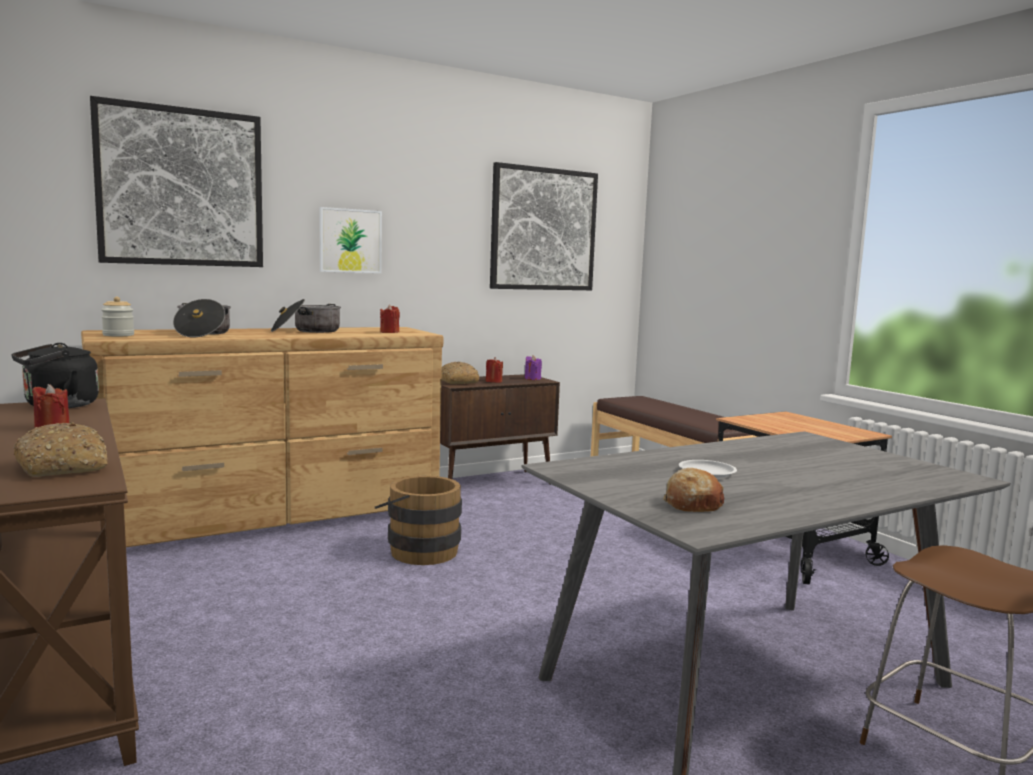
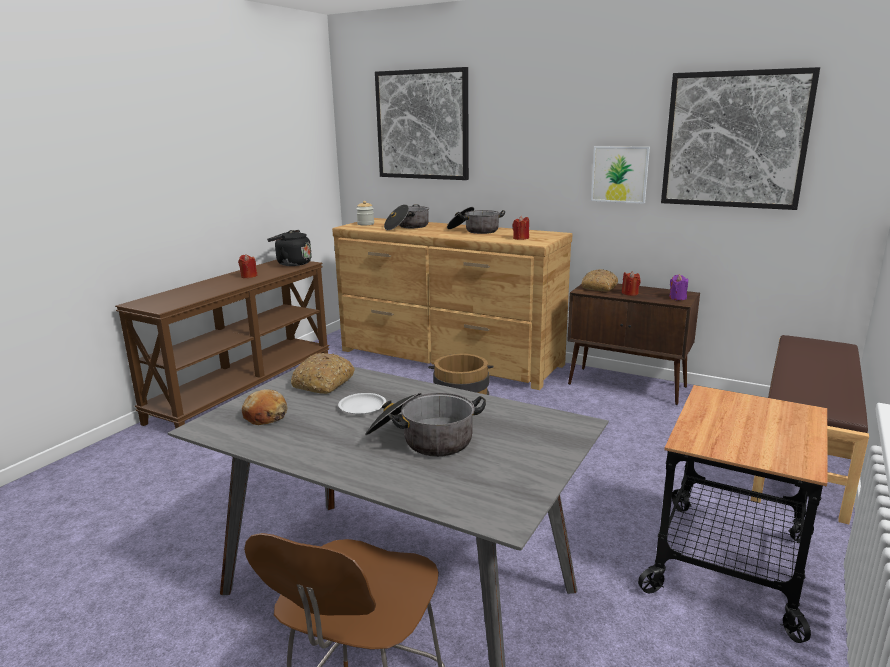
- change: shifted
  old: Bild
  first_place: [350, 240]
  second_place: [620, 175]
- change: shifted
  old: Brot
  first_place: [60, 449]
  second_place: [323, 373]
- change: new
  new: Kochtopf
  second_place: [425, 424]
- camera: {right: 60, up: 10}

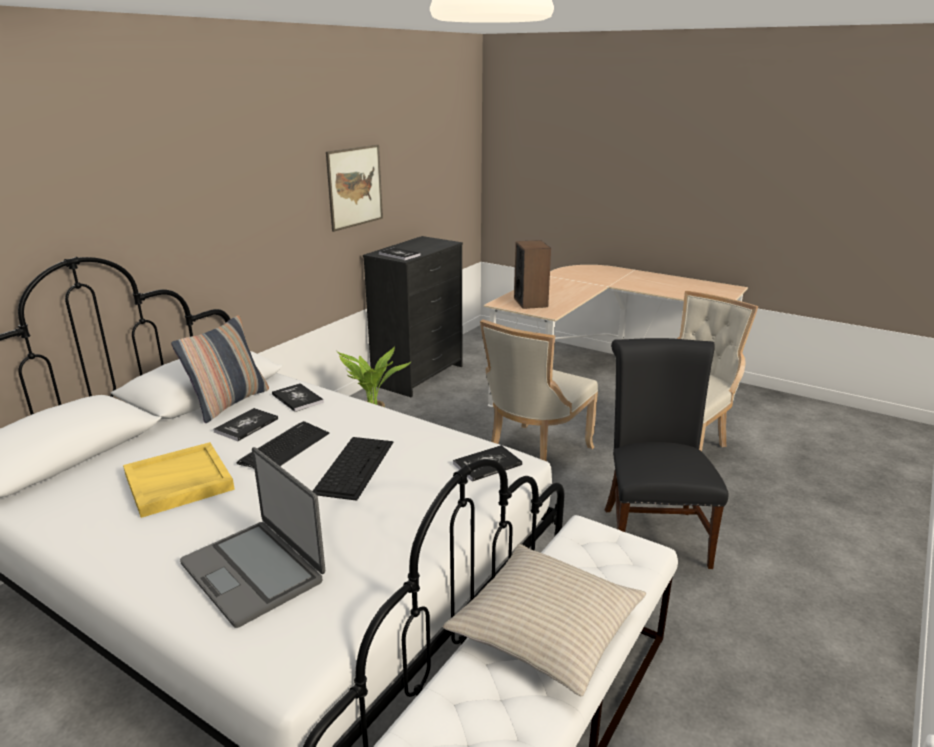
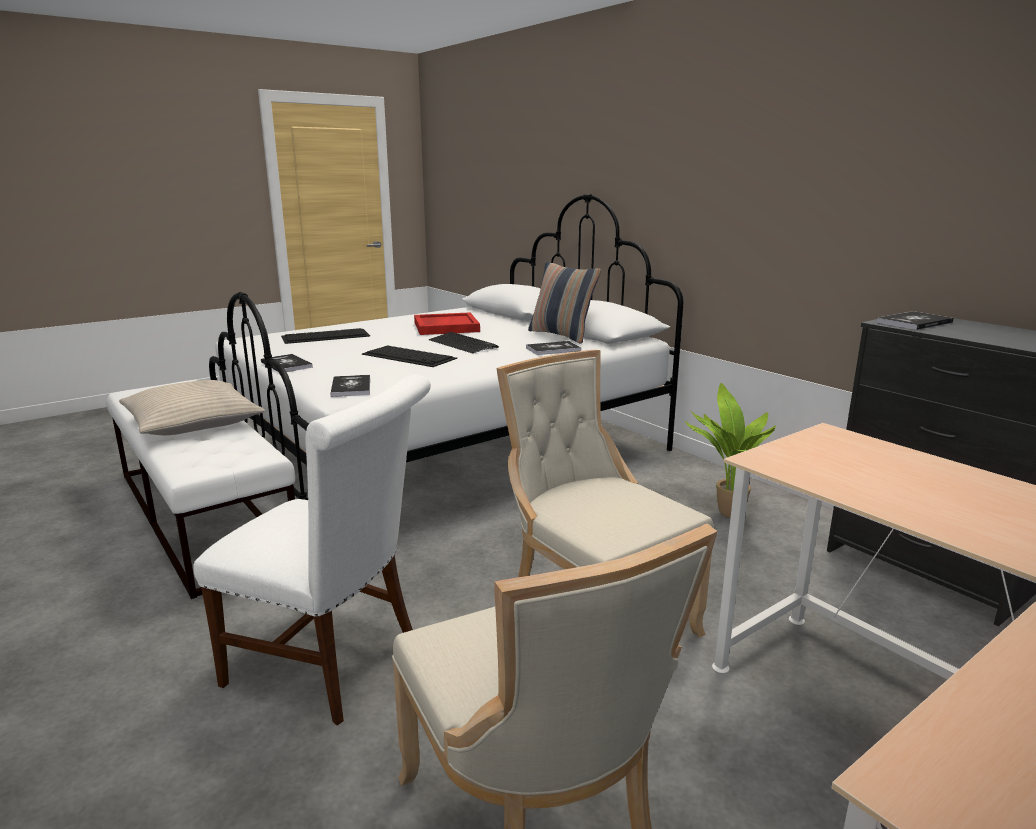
- change: gone
  old: Bild
  first_place: [354, 188]
- change: gone
  old: Lautsprecher
  first_place: [532, 274]
- change: repainted
  old: Stuhl (schwarz)
  new: Stuhl (weiß)
  first_place: [666, 453]
  second_place: [312, 549]
- change: shifted
  old: Buch
  first_place: [245, 424]
  second_place: [287, 363]
- change: repainted
  old: Tablett (gelb)
  new: Tablett (rot)
  first_place: [179, 480]
  second_place: [447, 323]
- change: swapped
  old: Laptop
  new: Tastatur
  first_place: [252, 537]
  second_place: [325, 336]
- camera: {right: 110, up: -5}

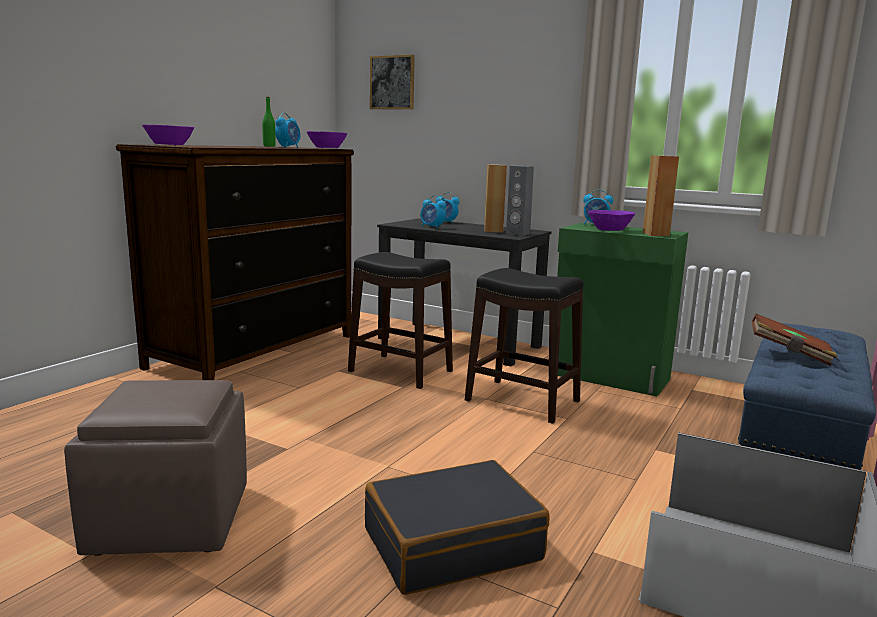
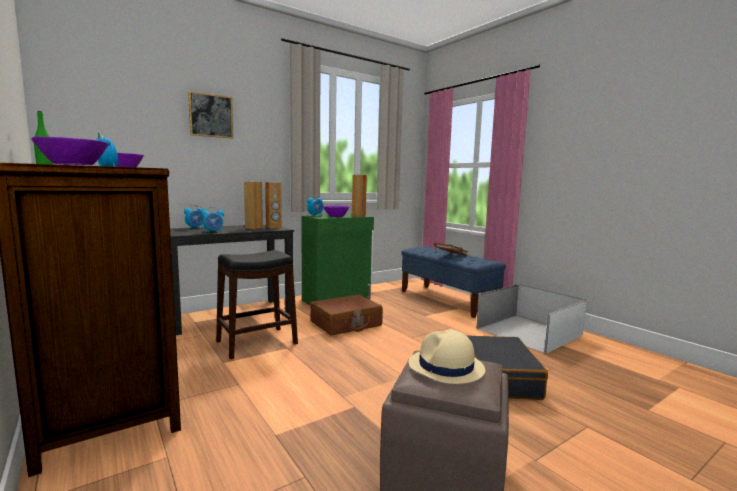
- change: shifted
  old: Bild
  first_place: [392, 82]
  second_place: [210, 115]
- change: repainted
  old: Lautsprecher (grau)
  new: Lautsprecher (braun)
  first_place: [520, 201]
  second_place: [273, 205]
- change: swapped
  old: Hocker (schwarz)
  new: Koffer (braun)
  first_place: [524, 346]
  second_place: [346, 315]
- change: new
  new: Hut (beige)
  second_place: [447, 356]
- camera: {right: -65, up: -5}

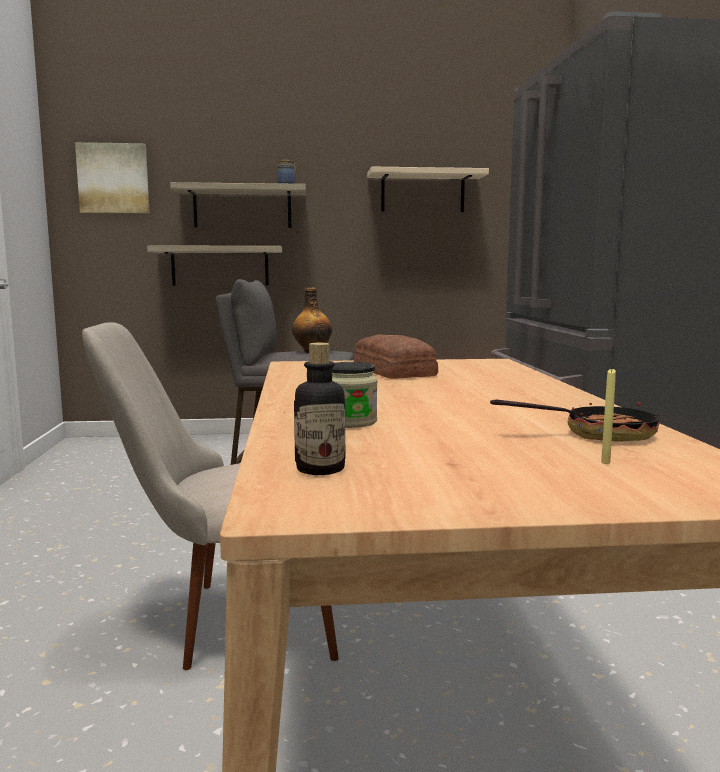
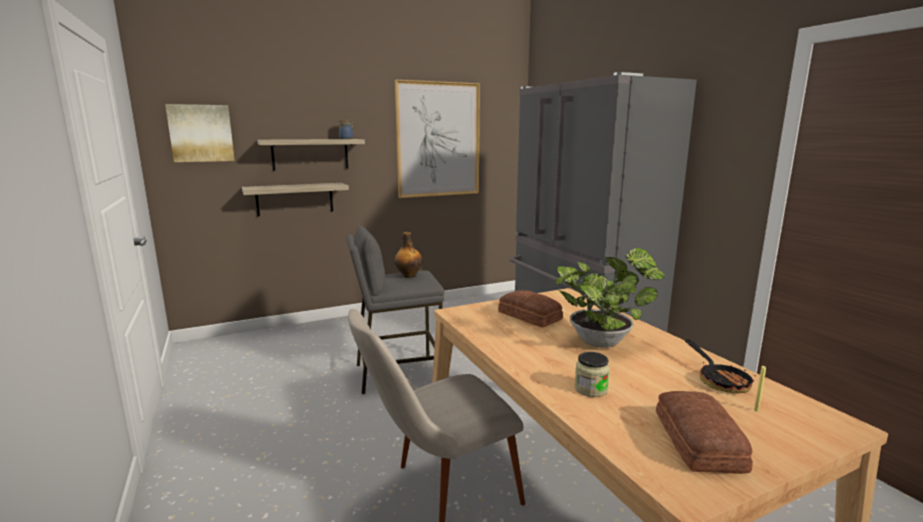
- change: swapped
  old: Wandregal (beige)
  new: Bild
  first_place: [428, 189]
  second_place: [437, 139]
- change: gone
  old: Flasche
  first_place: [319, 409]
- change: rotated
  old: Pfanne
  first_place: [574, 416]
  second_place: [720, 366]
  degrees: 105
- change: new
  new: Topfpflanze
  second_place: [610, 298]
- change: new
  new: Brot
  second_place: [704, 432]
- camera: {right: -20, up: 5}

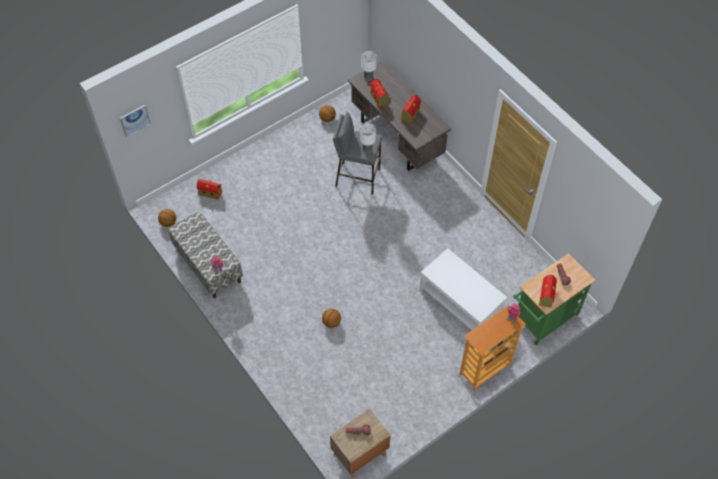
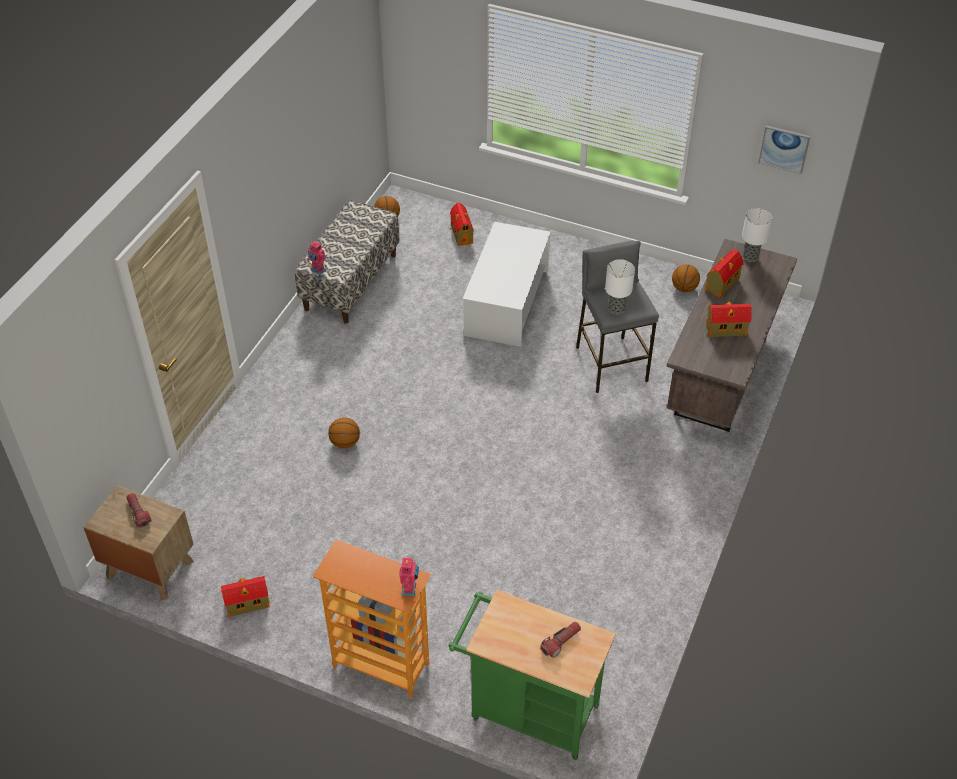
- change: shifted
  old: Bild
  first_place: [135, 121]
  second_place: [784, 149]
- change: shifted
  old: Couchtisch (weiß)
  first_place: [463, 289]
  second_place: [507, 284]
- change: shifted
  old: Spielzeughaus
  first_place: [548, 291]
  second_place: [245, 596]
- camera: {right: 60, up: -10}

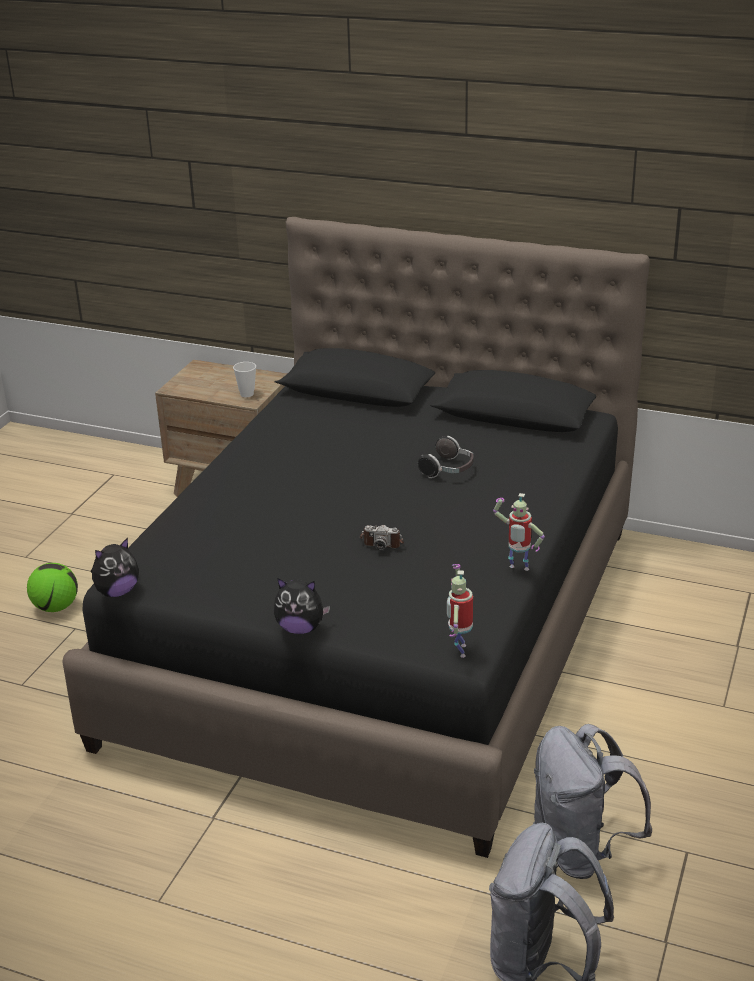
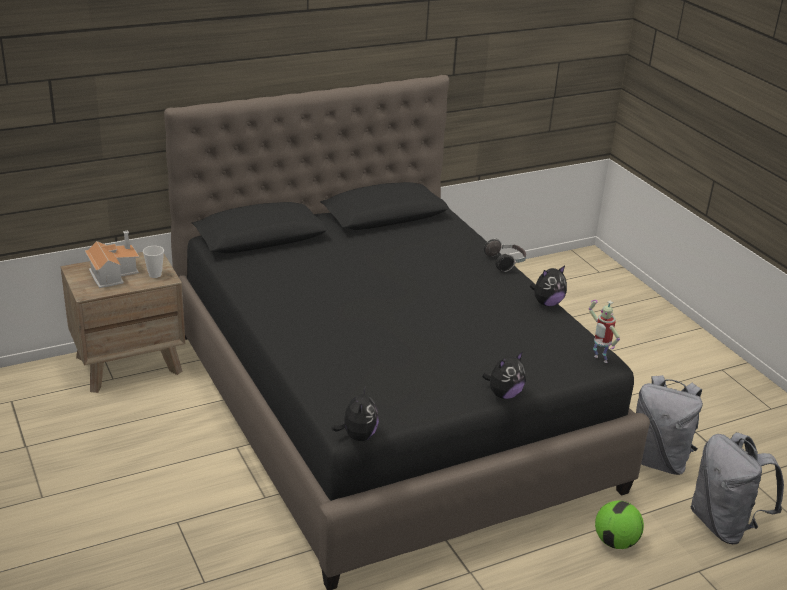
- change: shifted
  old: Kopfhörer
  first_place: [446, 457]
  second_place: [505, 255]
- change: swapped
  old: Spielzeugroboter
  new: Plüschtier
  first_place: [519, 532]
  second_place: [548, 286]
- change: gone
  old: Kamera
  first_place: [381, 537]
- change: shifted
  old: Fußball
  first_place: [52, 587]
  second_place: [619, 525]
- change: new
  new: Spielzeughaus
  second_place: [112, 259]
- camera: {right: -50, up: 0}

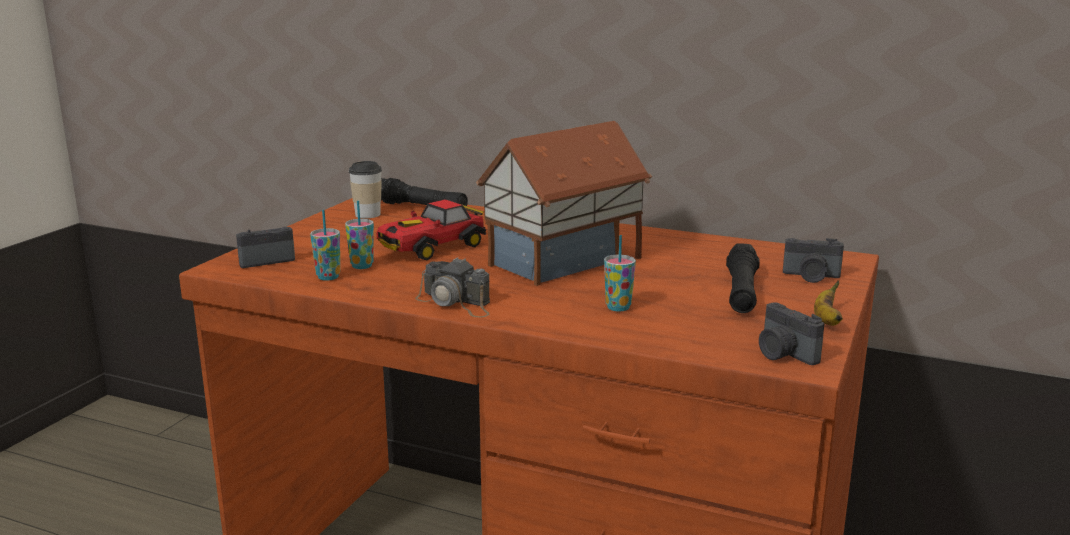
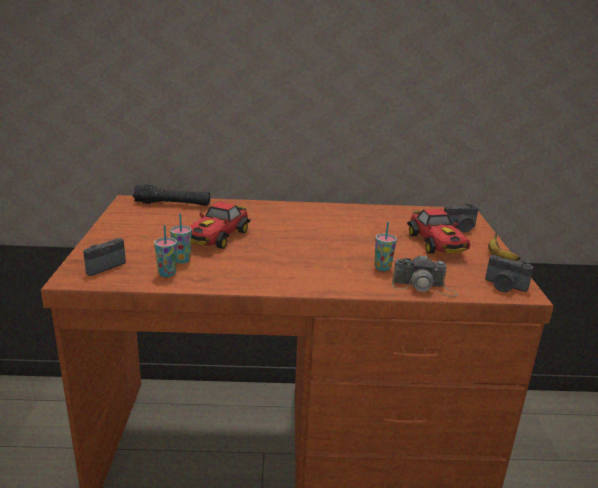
- change: gone
  old: Spielzeughaus
  first_place: [564, 203]
- change: gone
  old: Tasse
  first_place: [365, 189]
- change: swapped
  old: Taschenlampe (schwarz)
  new: Spielzeugauto
  first_place: [743, 278]
  second_place: [438, 231]
- change: shifted
  old: Kamera
  first_place: [452, 287]
  second_place: [424, 276]
- camera: {right: -25, up: 5}

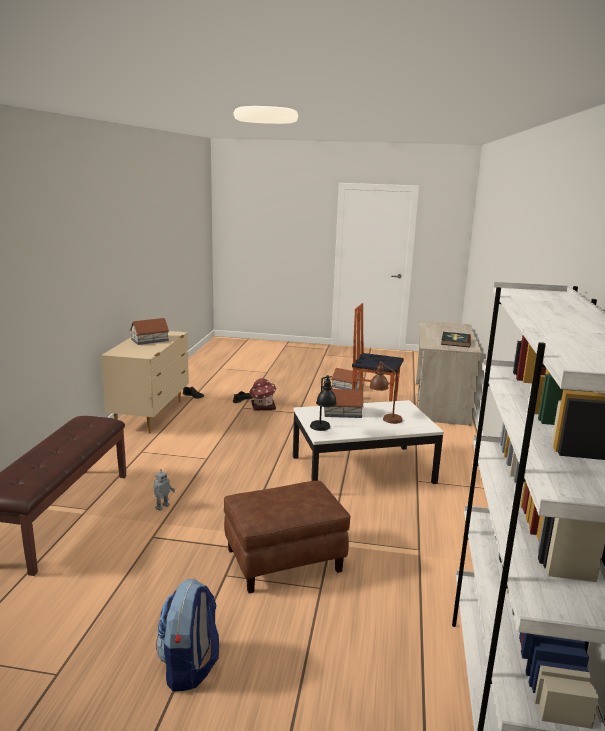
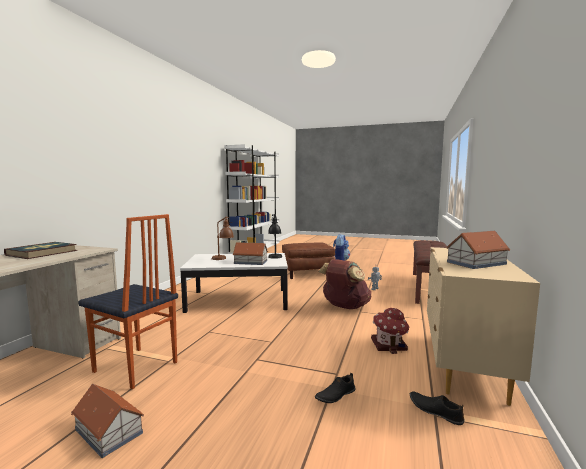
- change: shifted
  old: Spielzeughaus
  first_place: [263, 394]
  second_place: [390, 331]
- change: new
  new: Rucksack (braun)
  second_place: [345, 284]
- camera: {right: -170, up: -10}

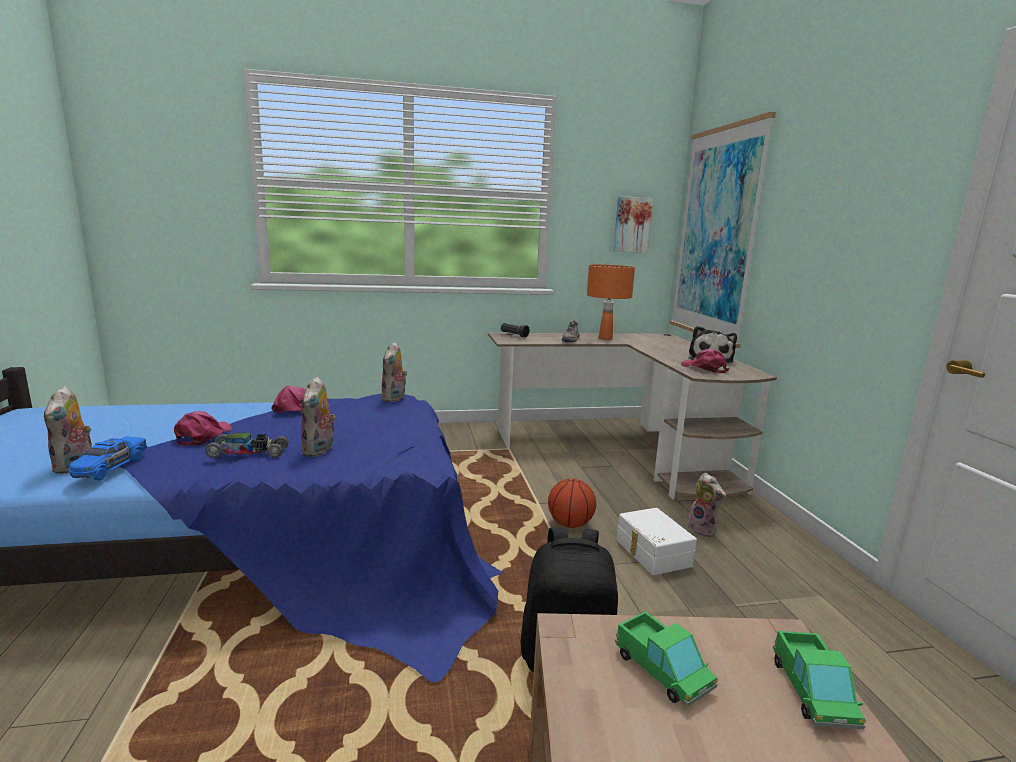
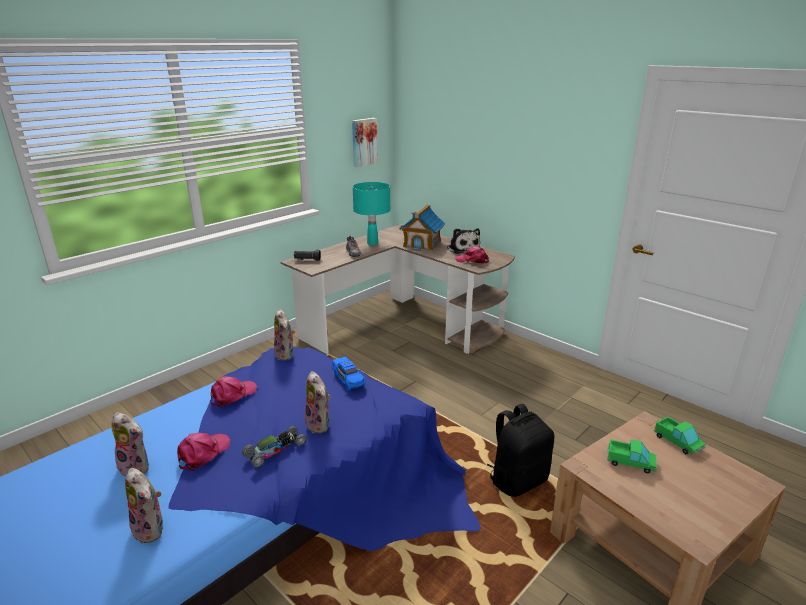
- change: gone
  old: Bild
  first_place: [723, 230]
- change: repainted
  old: Tischlampe (orange)
  new: Tischlampe (türkis)
  first_place: [611, 302]
  second_place: [371, 213]
- change: rotated
  old: Kappe (rosa)
  first_place: [203, 428]
  second_place: [203, 452]
  degrees: 60
- change: shifted
  old: Spielzeugauto (blau)
  first_place: [108, 458]
  second_place: [349, 373]
- change: shifted
  old: Plüschtier
  first_place: [706, 505]
  second_place: [130, 444]
- change: gone
  old: Basketball
  first_place: [572, 503]
- change: gone
  old: Aufbewahrungsbox (weiß)
  first_place: [657, 541]
- change: new
  new: Spielzeughaus
  second_place: [422, 228]
- camera: {right: -35, up: 10}

